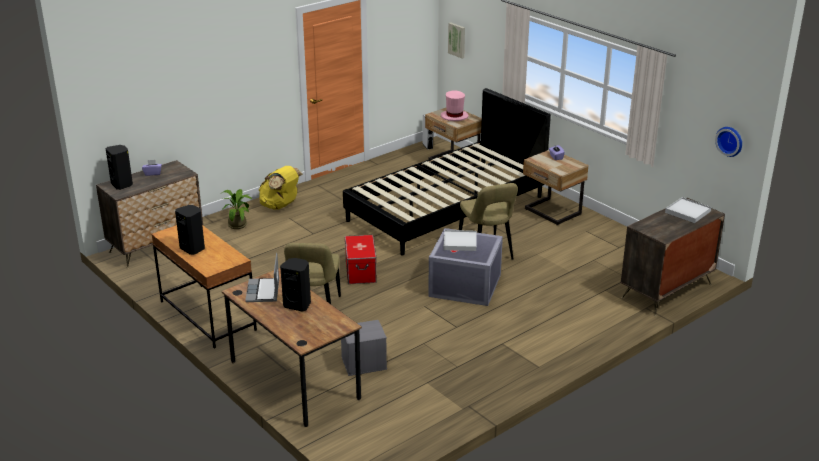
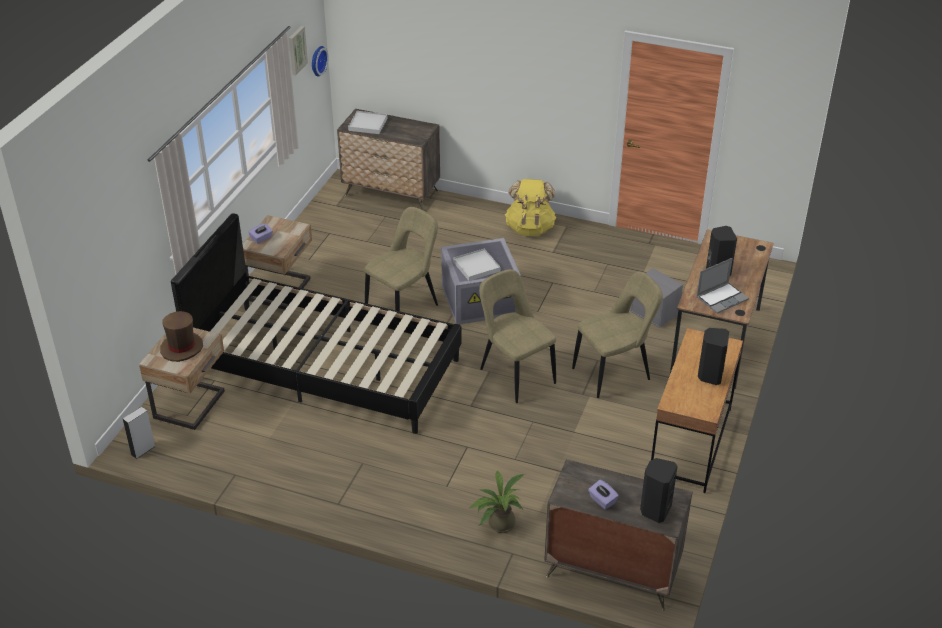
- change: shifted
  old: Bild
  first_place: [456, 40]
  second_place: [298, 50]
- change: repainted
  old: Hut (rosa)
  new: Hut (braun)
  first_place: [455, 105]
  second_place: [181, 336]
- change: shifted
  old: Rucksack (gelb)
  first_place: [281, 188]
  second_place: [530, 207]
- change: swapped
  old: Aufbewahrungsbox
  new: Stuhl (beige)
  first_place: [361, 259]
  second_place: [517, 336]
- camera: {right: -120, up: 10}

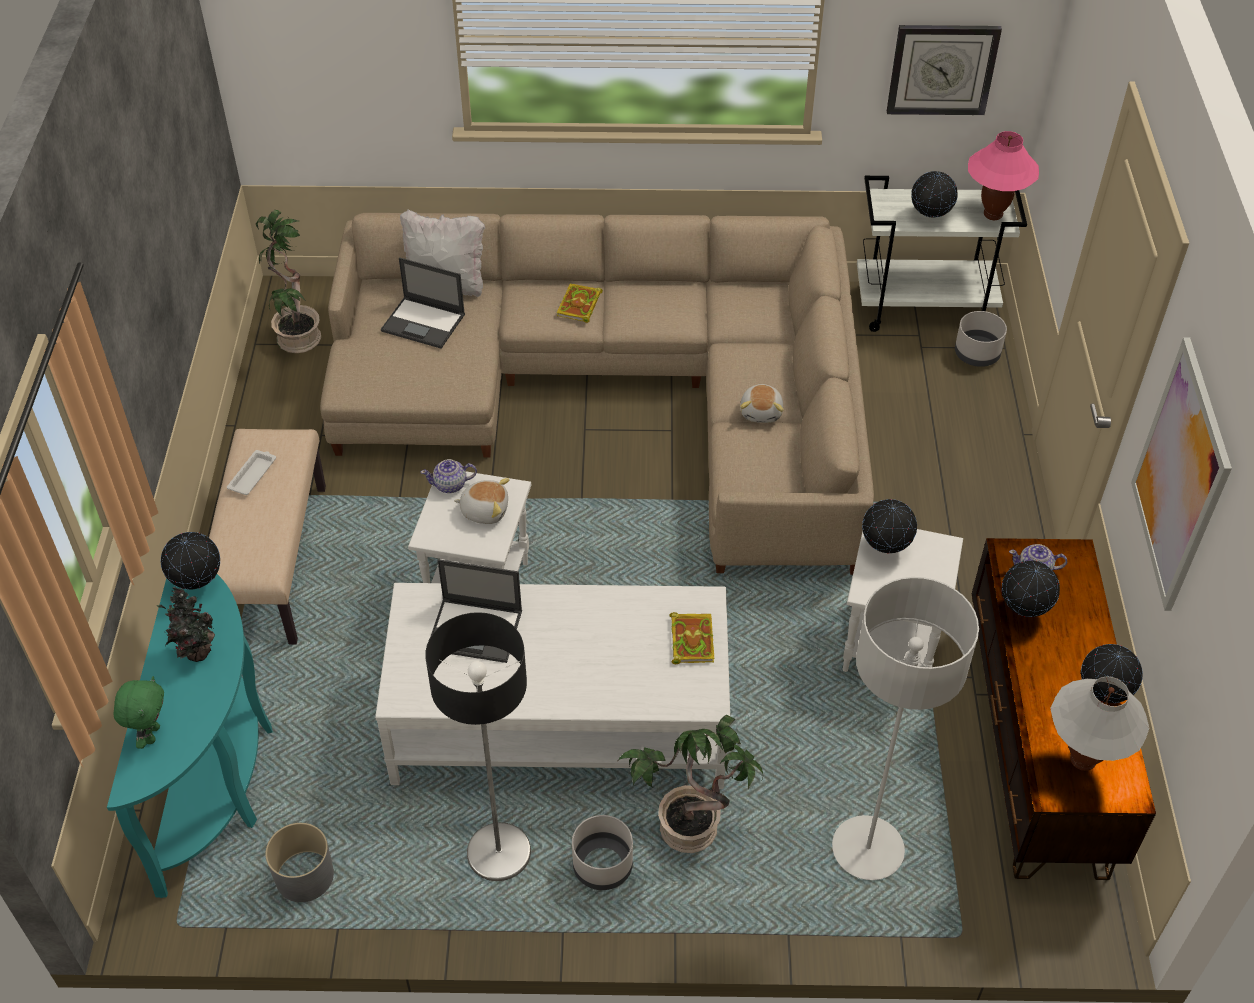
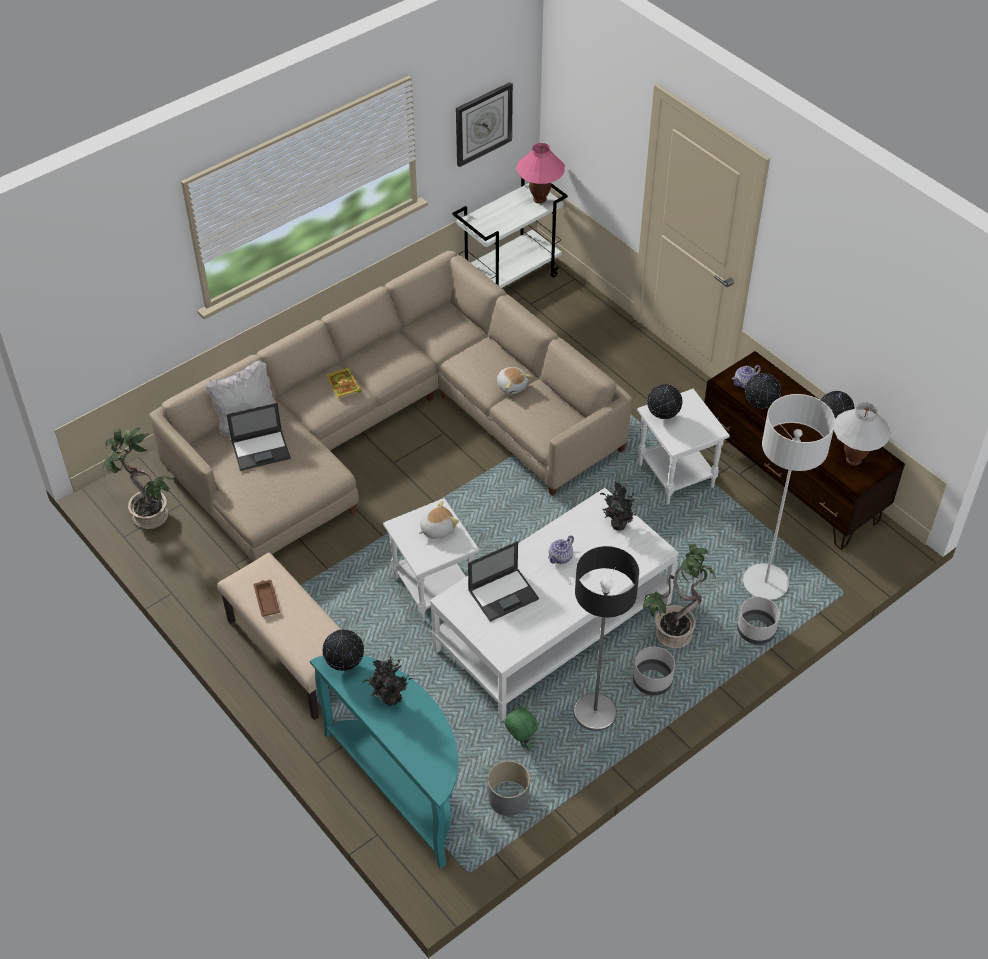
- change: gone
  old: Globus
  first_place: [934, 194]
- change: shifted
  old: Pflanzkübel (grau)
  first_place: [981, 339]
  second_place: [758, 620]
- change: gone
  old: Bild
  first_place: [1181, 474]
- change: repainted
  old: Tablett (weiß)
  new: Tablett (braun)
  first_place: [251, 472]
  second_place: [267, 598]
- change: shifted
  old: Teekanne
  first_place: [448, 476]
  second_place: [561, 549]
- change: swapped
  old: Buch
  new: Topfpflanze
  first_place: [691, 638]
  second_place: [619, 506]
- change: shifted
  old: Plüschtier (grün)
  first_place: [139, 712]
  second_place: [521, 727]
- camera: {right: -40, up: 0}

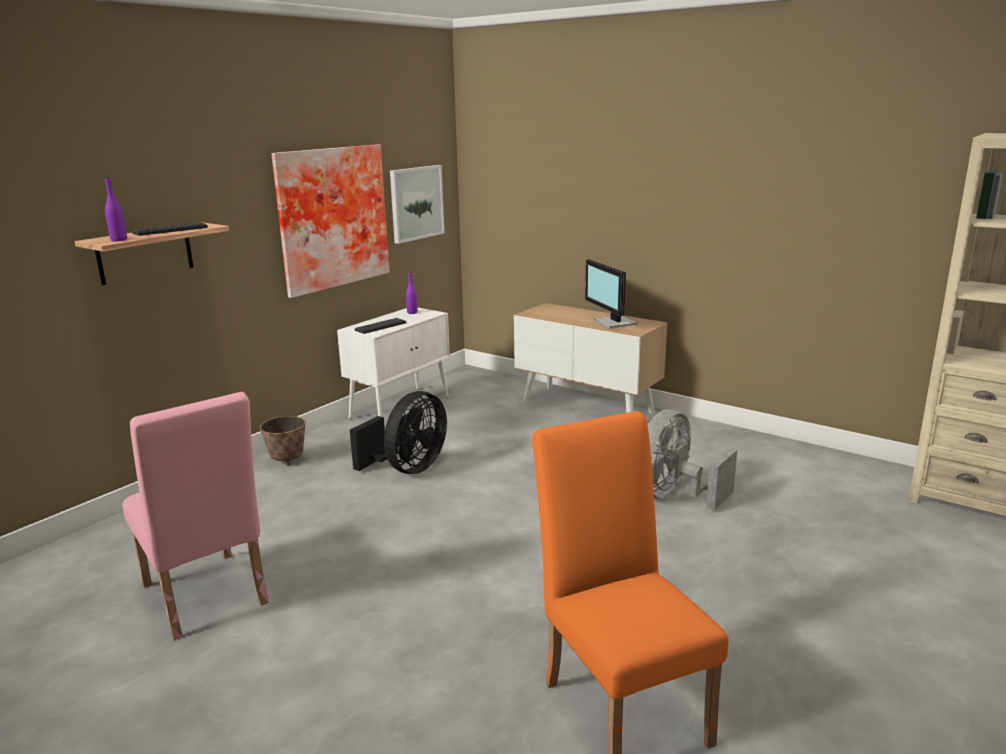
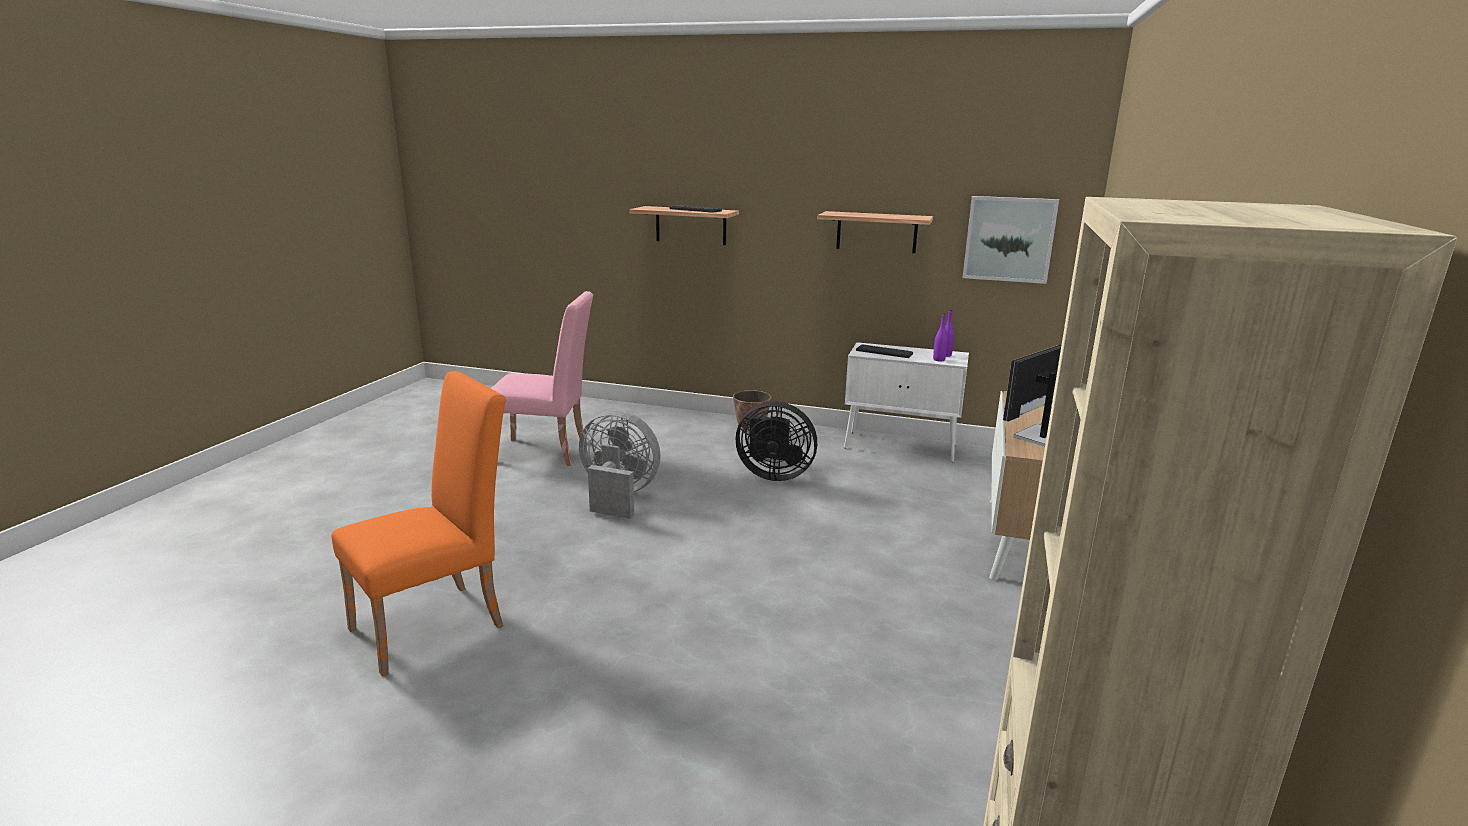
- change: swapped
  old: Bild
  new: Wandregal
  first_place: [331, 221]
  second_place: [875, 232]
- change: shifted
  old: Flasche (lila)
  first_place: [116, 209]
  second_place: [940, 337]
- change: rotated
  old: Stuhl (rosa)
  first_place: [195, 516]
  second_place: [542, 378]
  degrees: -120
- change: shifted
  old: Ventilator (grau)
  first_place: [692, 460]
  second_place: [620, 464]
- camera: {right: 70, up: 0}

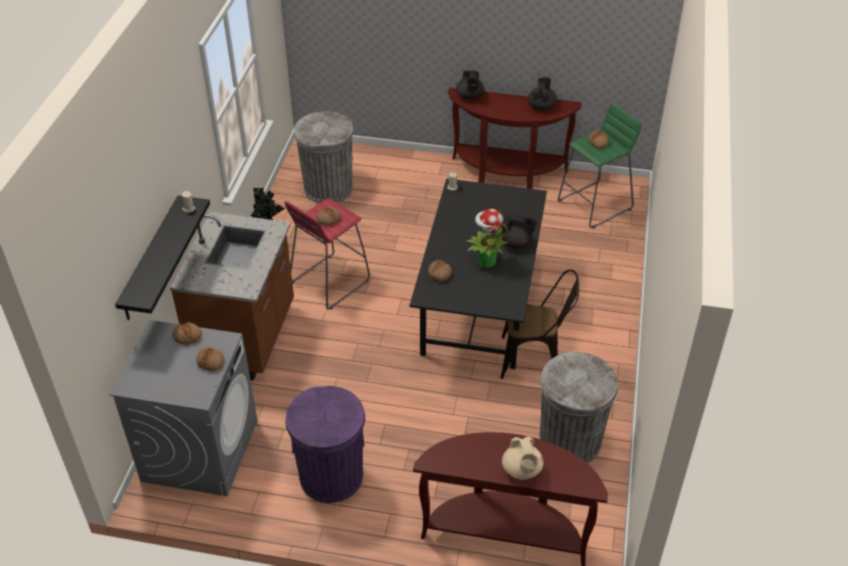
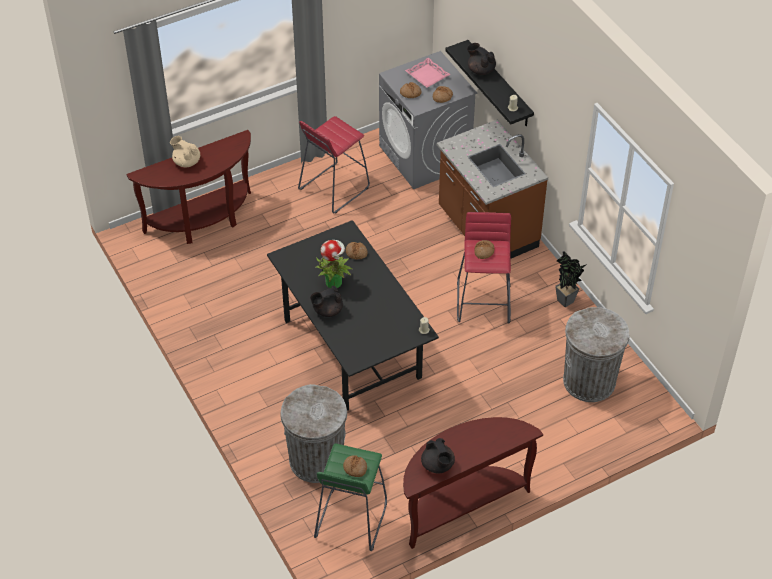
- change: shifted
  old: Teekanne (schwarz)
  first_place: [470, 85]
  second_place: [481, 59]
- change: gone
  old: Stuhl (braun)
  first_place: [540, 324]
- change: shifted
  old: Mülleimer (grau)
  first_place: [578, 407]
  second_place: [313, 433]
- change: swapped
  old: Mülleimer (lila)
  new: Hocker (rot)
  first_place: [325, 444]
  second_place: [334, 165]
- change: new
  new: Tablett (rosa)
  second_place: [427, 73]
- camera: {right: 140, up: 5}

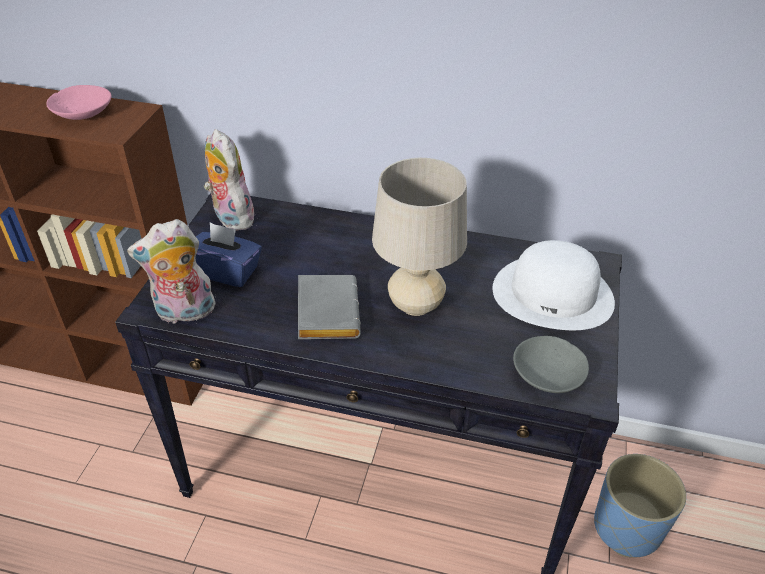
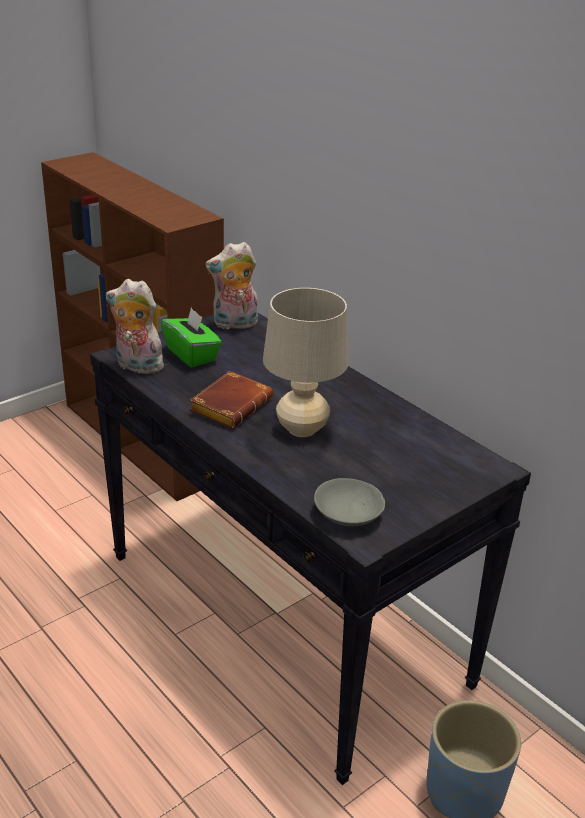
- change: gone
  old: Schüssel (rosa)
  first_place: [79, 102]
- change: rotated
  old: Plüschtier
  first_place: [230, 180]
  second_place: [231, 285]
  degrees: -105
- change: repainted
  old: Taschentuchbox (blau)
  new: Taschentuchbox (grün)
  first_place: [229, 254]
  second_place: [191, 337]
- change: gone
  old: Hut (weiß)
  first_place: [553, 285]
- change: repainted
  old: Buch (grau)
  new: Buch (braun)
  first_place: [329, 307]
  second_place: [231, 400]
- camera: {right: 35, up: -10}

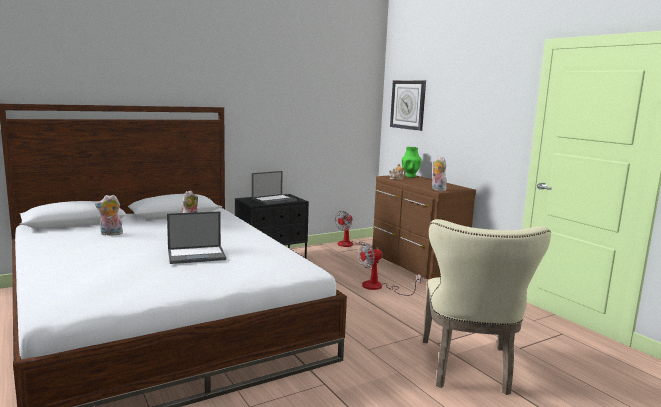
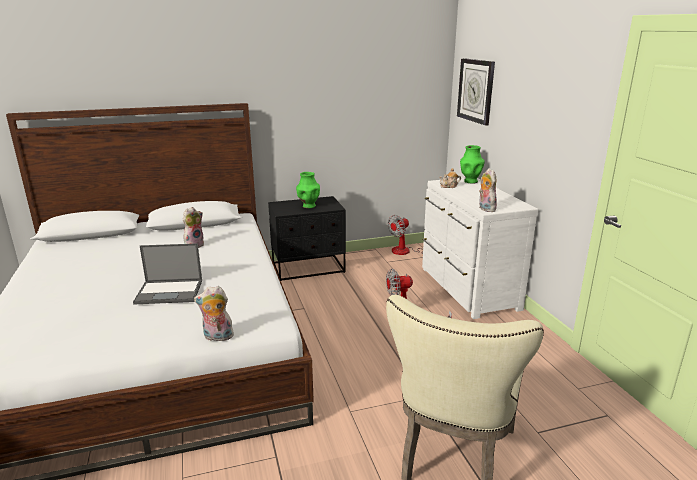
- change: swapped
  old: Laptop
  new: Vase (grün)
  first_place: [274, 188]
  second_place: [308, 190]
- change: repainted
  old: Kommode (braun)
  new: Kommode (weiß)
  first_place: [424, 226]
  second_place: [480, 248]
- change: shifted
  old: Plüschtier
  first_place: [109, 215]
  second_place: [214, 313]
- camera: {right: 15, up: 10}

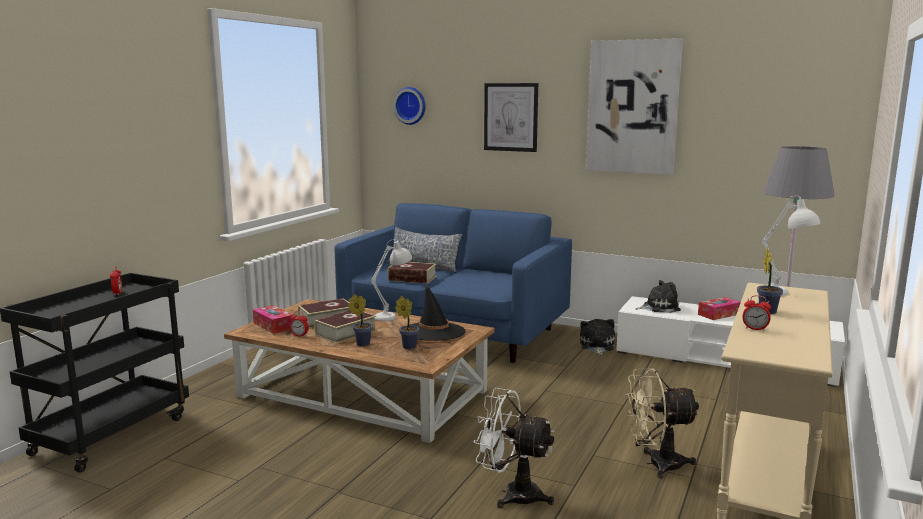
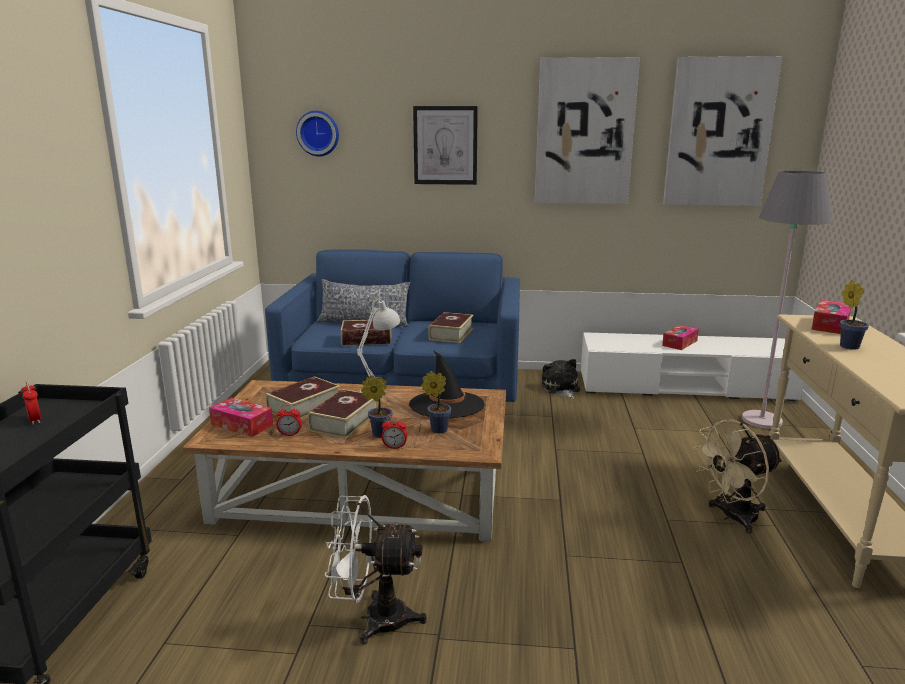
- change: swapped
  old: Tischlampe (weiß)
  new: Taschentuchbox
  first_place: [791, 246]
  second_place: [831, 317]
- change: gone
  old: Plüschtier
  first_place: [658, 296]
- change: shifted
  old: Wecker
  first_place: [757, 313]
  second_place: [394, 432]
- change: shifted
  old: Ventilator (weiß)
  first_place: [513, 448]
  second_place: [376, 570]
- change: new
  new: Bild
  second_place: [722, 131]
- change: new
  new: Buch
  second_place: [451, 327]
- camera: {right: -20, up: 5}

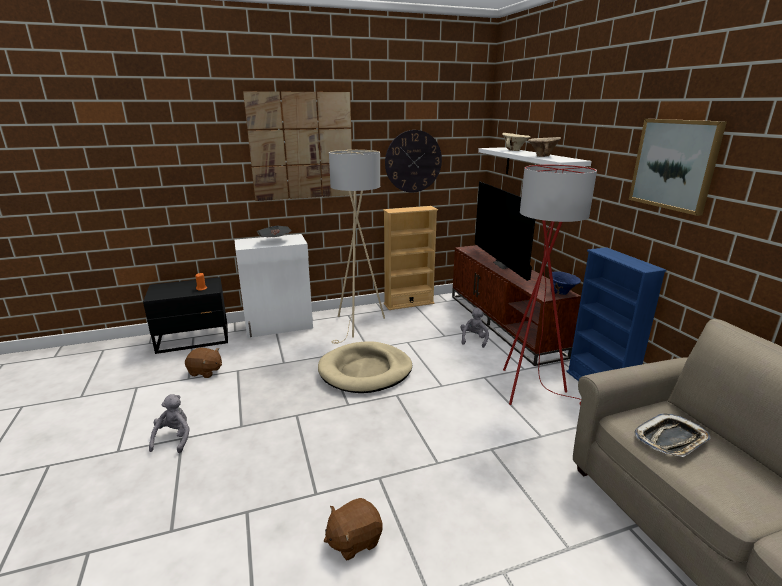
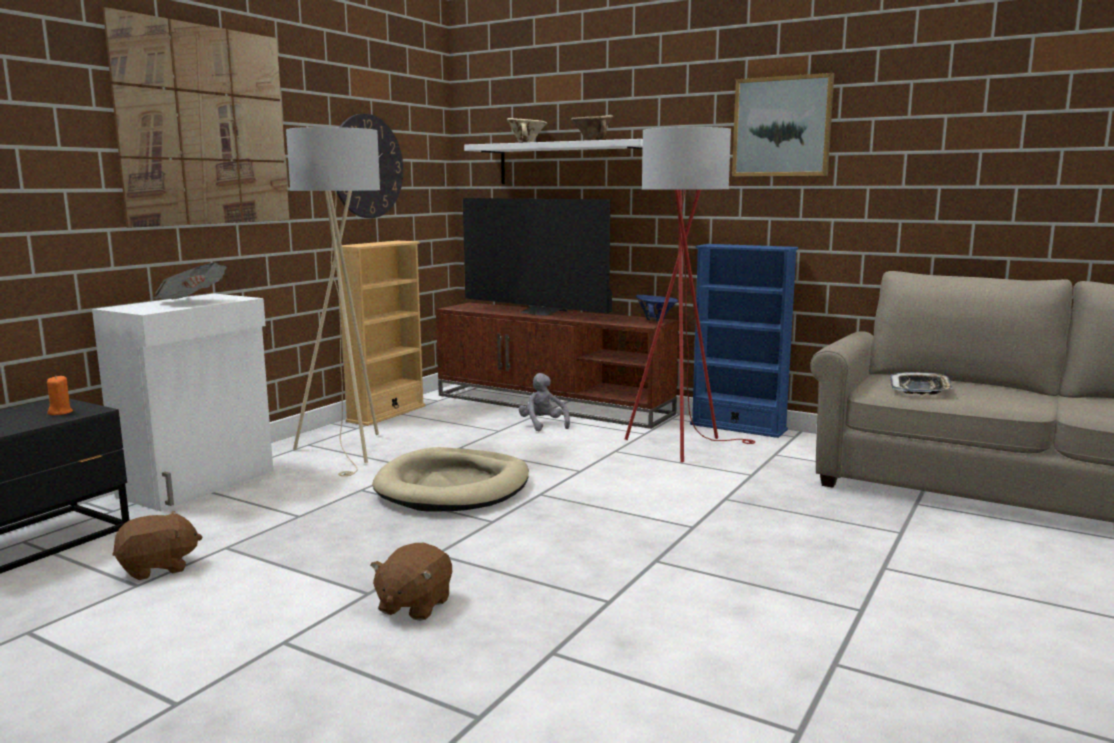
- change: gone
  old: Plüschtier (grau)
  first_place: [169, 423]
- change: shifted
  old: Plüschtier (braun)
  first_place: [353, 529]
  second_place: [411, 582]
- camera: {right: -40, up: -10}

